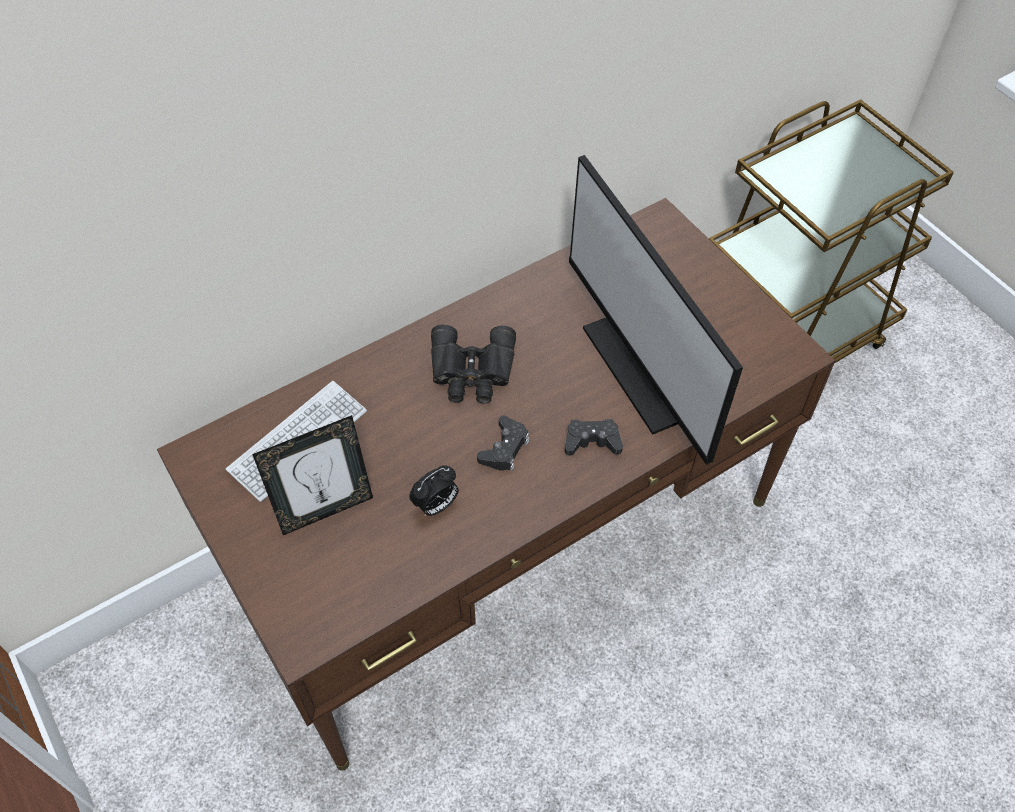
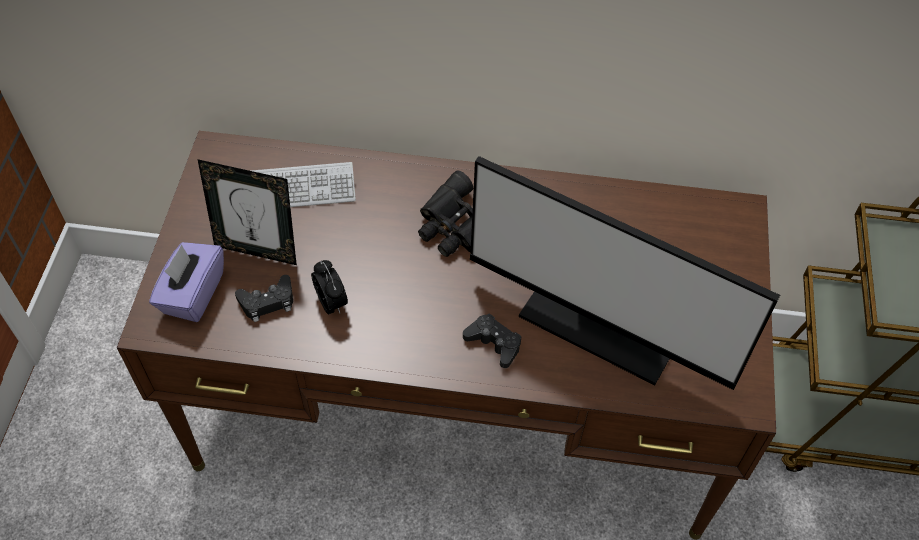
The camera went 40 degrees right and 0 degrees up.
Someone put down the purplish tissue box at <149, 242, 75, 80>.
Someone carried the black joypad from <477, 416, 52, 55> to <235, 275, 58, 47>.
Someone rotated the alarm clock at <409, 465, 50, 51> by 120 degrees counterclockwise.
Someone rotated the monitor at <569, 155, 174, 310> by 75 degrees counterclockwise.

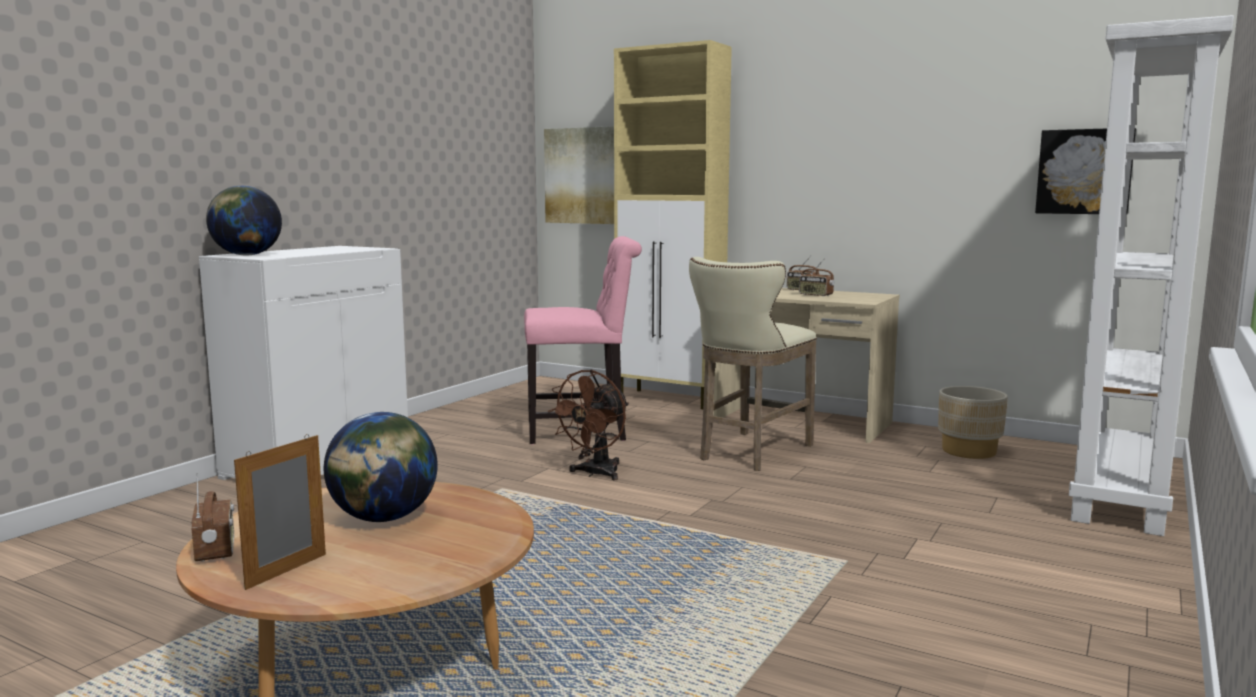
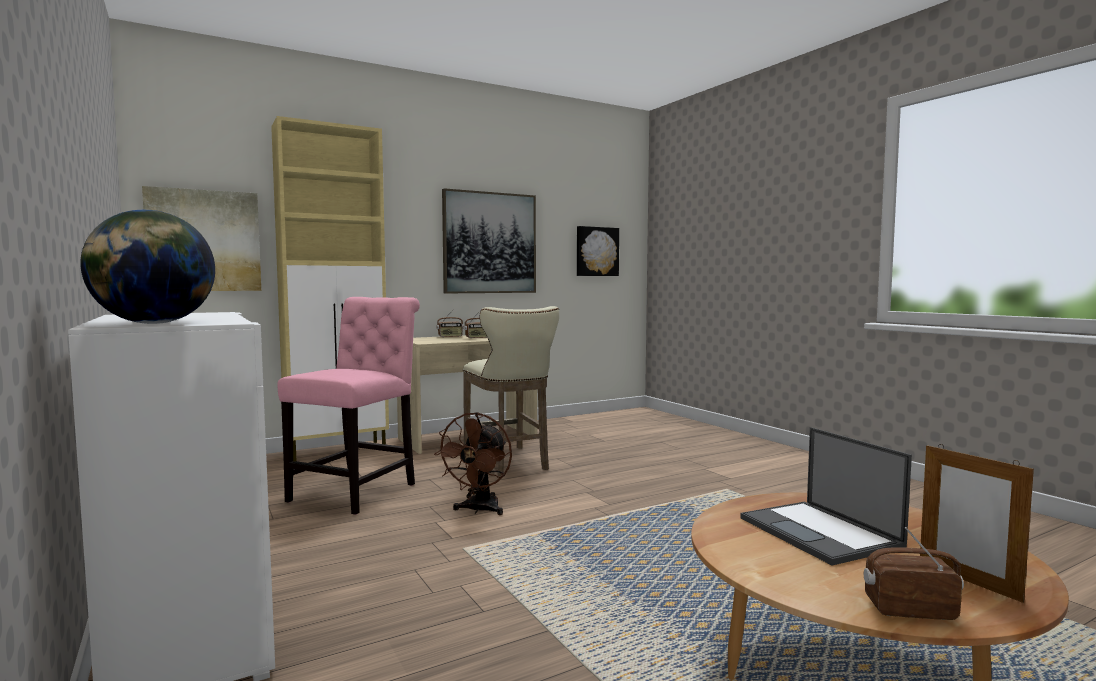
The camera went 60 degrees left and 5 degrees down.
Someone rotated the brown-coloured electric fan at <548, 370, 81, 110> by 45 degrees clockwise.
Someone put up the wall art at <442, 188, 94, 105>.
Someone swapped the world globe at <324, 412, 114, 110> for the portable computer at <740, 427, 172, 139>.
Someone took away the beige-coloured flower pot at <938, 386, 70, 73>.
Someone took away the white bookcase at <1069, 15, 165, 521>.

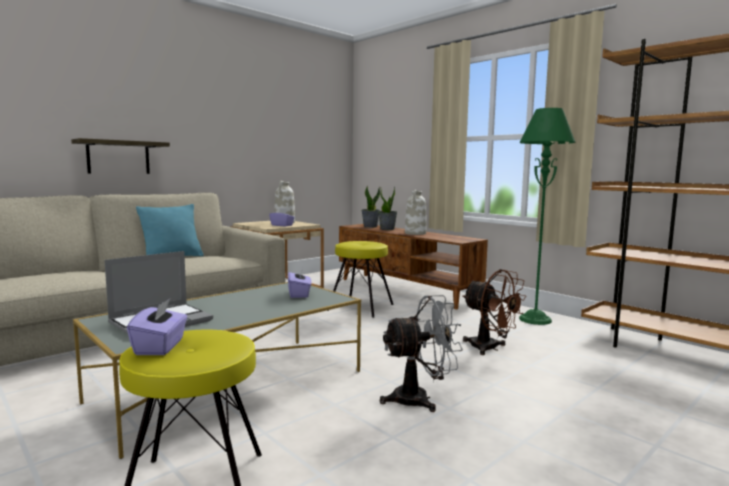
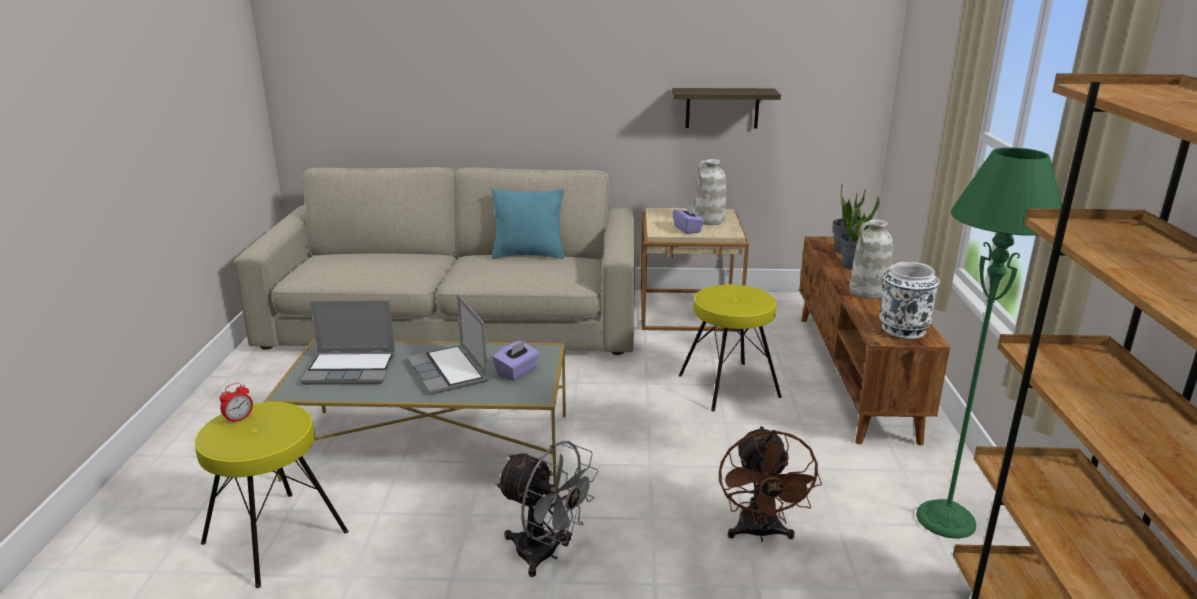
The camera went 45 degrees right and 15 degrees up.
Someone swapped the purplish tissue box at <127, 299, 60, 56> for the alarm clock at <219, 383, 34, 41>.
Someone put down the portable computer at <407, 294, 82, 101>.
Someone carried the shelf from <71, 138, 99, 36> to <672, 88, 109, 40>.
Someone put down the white decorative vase at <879, 262, 61, 77>.

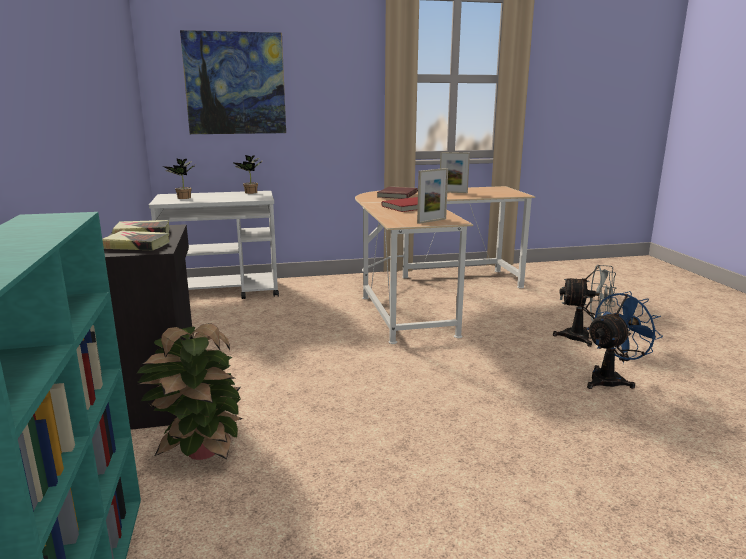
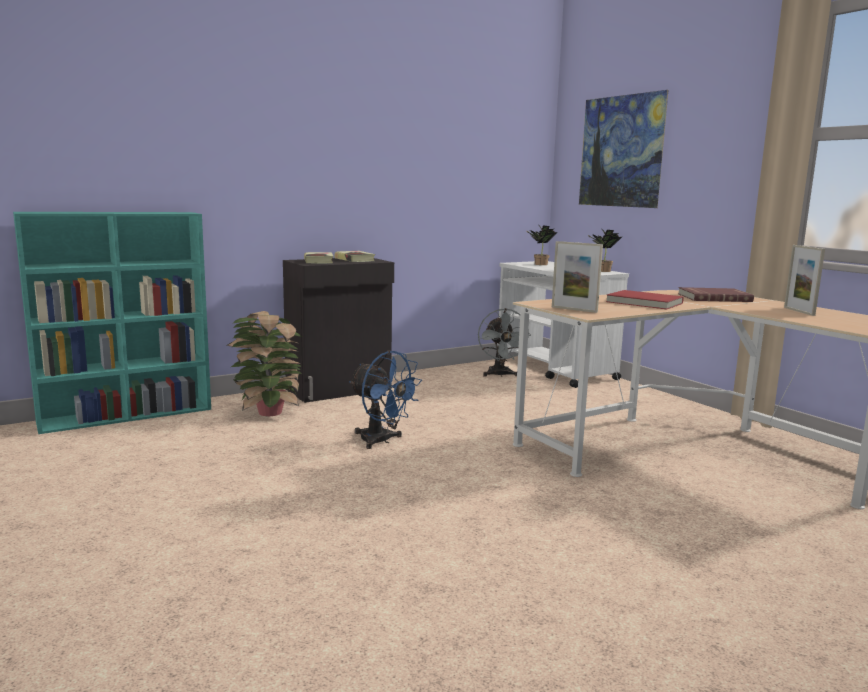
The camera went 70 degrees right and 5 degrees down.
Someone carried the blue-coloured electric fan from <587, 291, 76, 98> to <349, 351, 73, 98>.
Someone carried the grey electric fan from <553, 265, 64, 82> to <478, 308, 53, 69>.

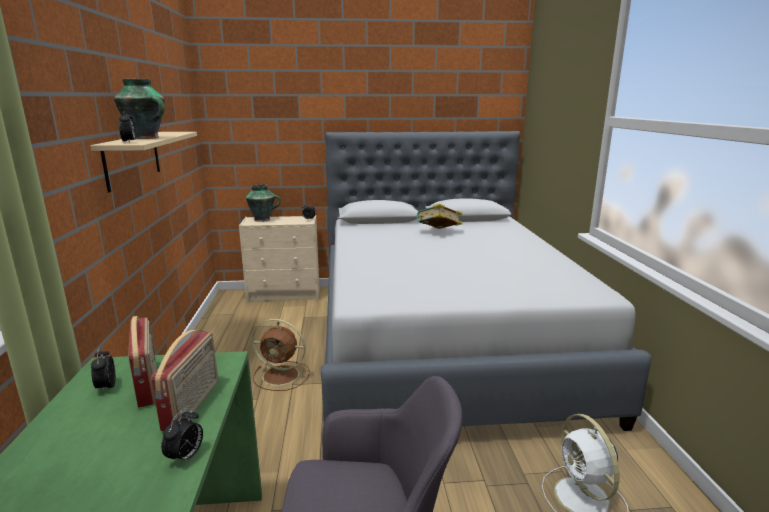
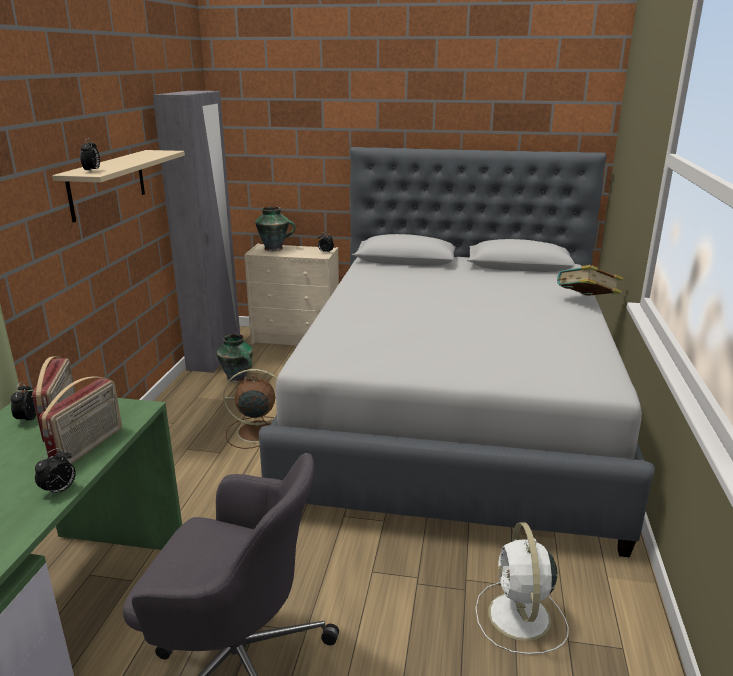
The camera went 15 degrees right and 5 degrees up.
Someone put down the grey wardrobe at <153, 91, 87, 282>.
Someone carried the decorative vase from <114, 79, 51, 60> to <216, 334, 37, 49>.
Someone rotated the brown-coloured electric fan at <252, 319, 58, 72> by 150 degrees clockwise.
Someone carried the volume from <417, 204, 46, 25> to <557, 265, 66, 31>.

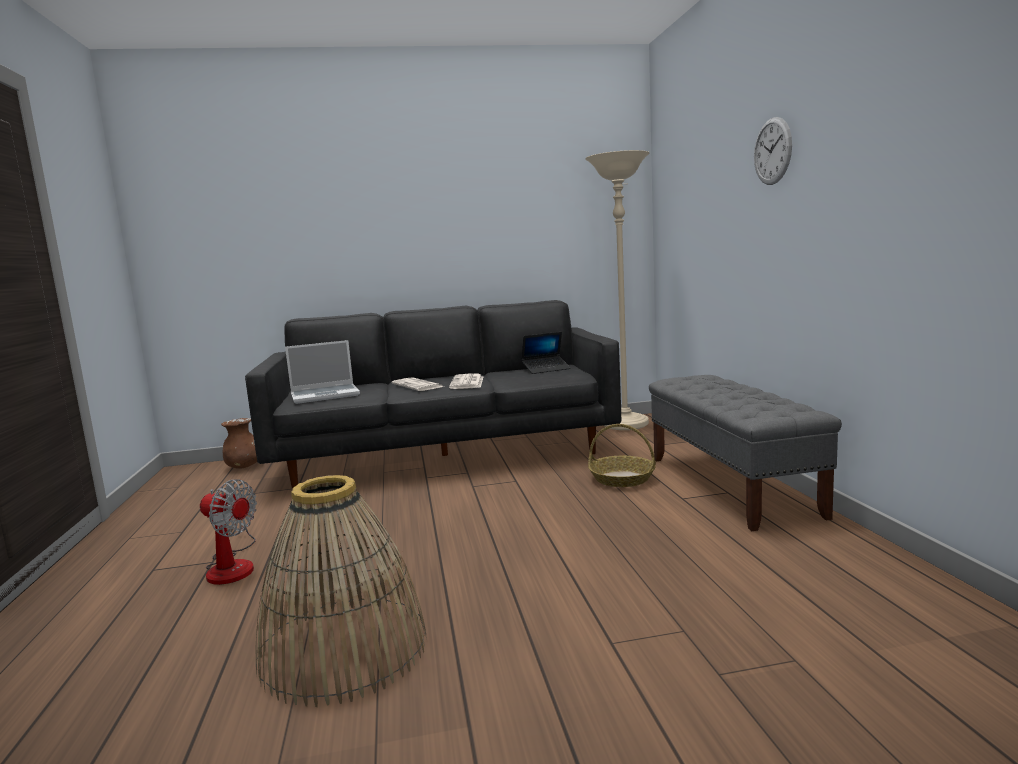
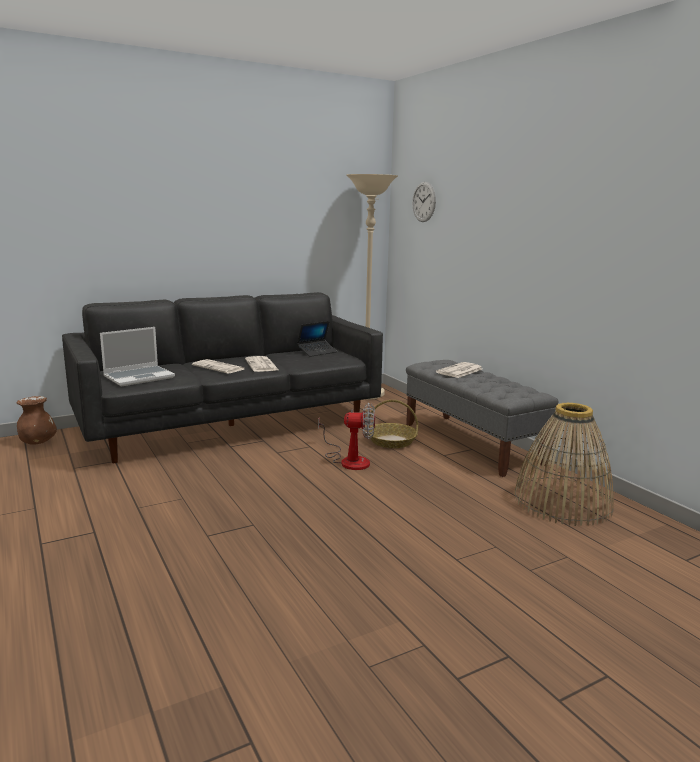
The camera went 20 degrees left and 5 degrees up.
Someone carried the electric fan from <200, 479, 57, 106> to <318, 403, 57, 67>.
Someone carried the wall clock from <754, 117, 38, 68> to <412, 182, 24, 40>.
Someone put down the printed paper at <436, 362, 46, 16>.
Someone carried the basket from <255, 475, 172, 232> to <514, 403, 100, 123>.

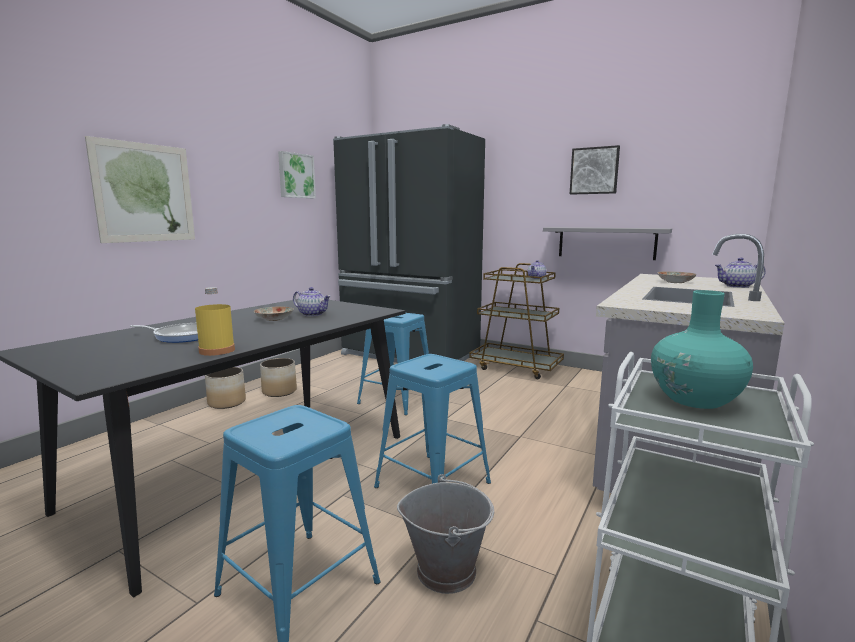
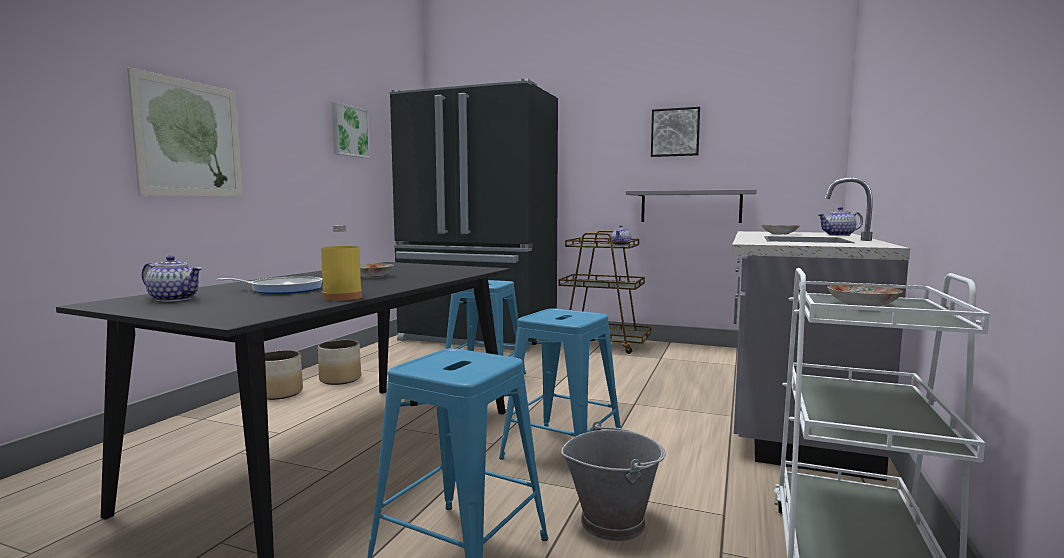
The camera went 10 degrees left and 5 degrees down.
Someone carried the pot for tea from <293, 287, 38, 30> to <142, 255, 60, 47>.
Someone swapped the turquoise-coloured decorative vase at <651, 290, 102, 119> for the dinner plate at <827, 284, 76, 23>.

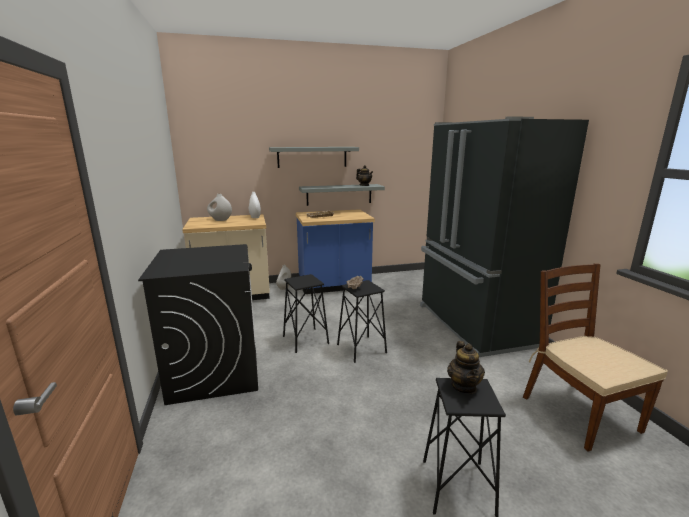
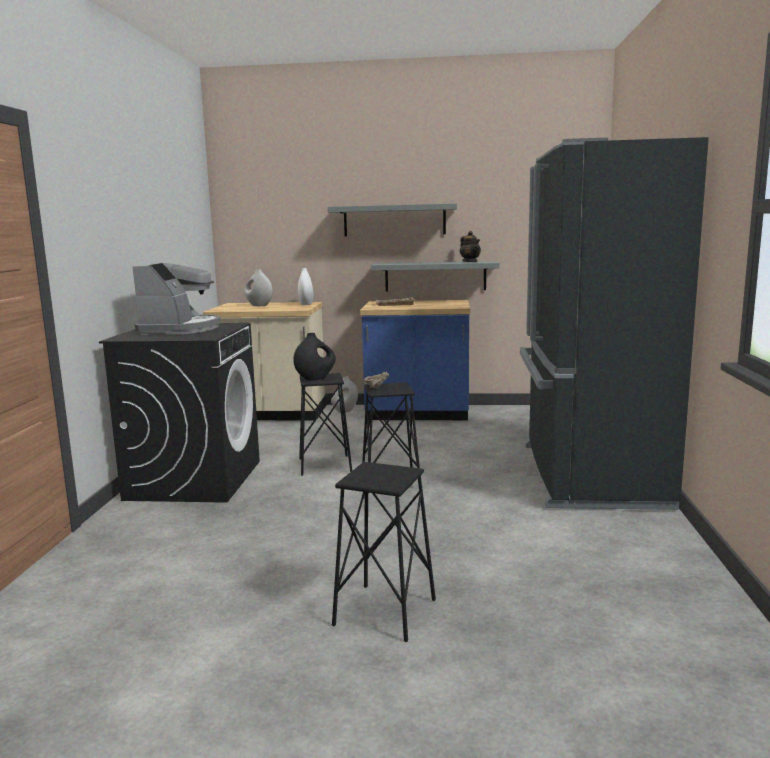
The camera went 20 degrees right and 5 degrees down.
Someone put down the coffee machine at <132, 262, 88, 73>.
Someone put down the black decorative vase at <293, 333, 43, 47>.
Someone took away the pot for tea at <447, 341, 38, 53>.
Someone took away the brown-coloured plain chair at <523, 263, 145, 189>.

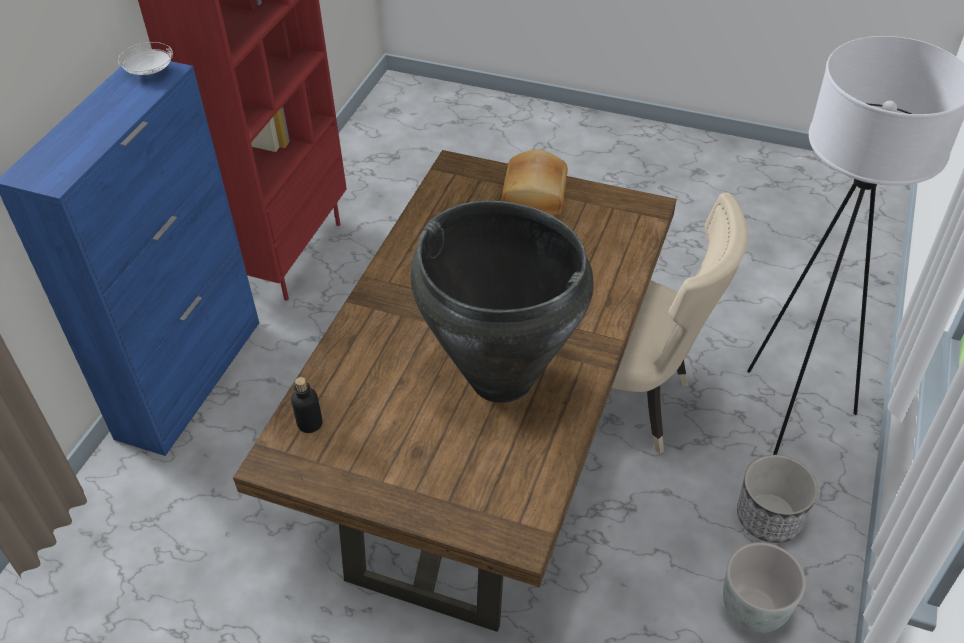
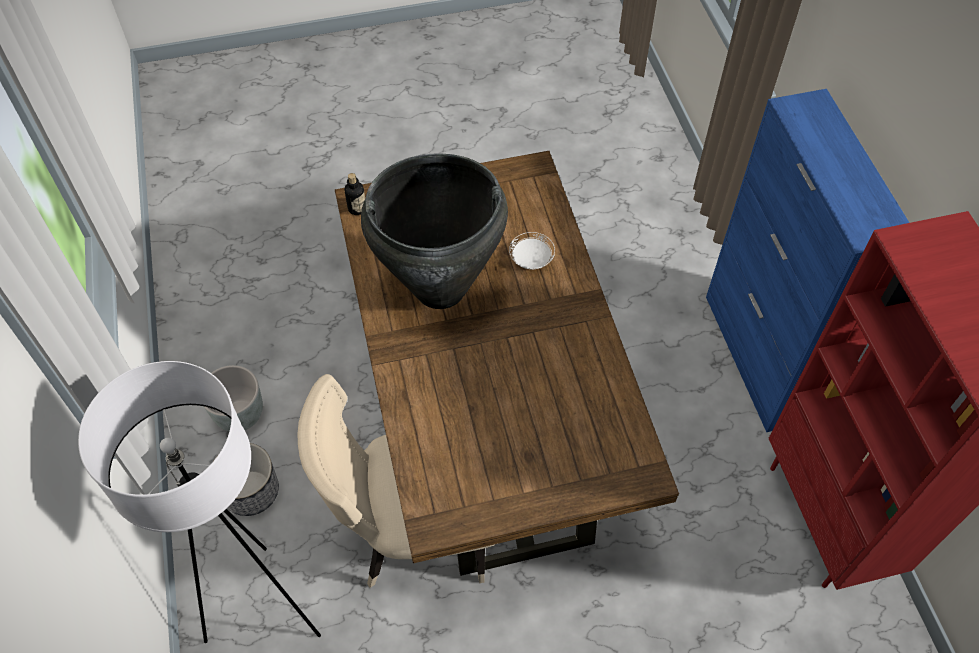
The camera went 145 degrees right and 10 degrees up.
Someone carried the bottle from <291, 377, 32, 56> to <345, 173, 20, 42>.
Someone carried the white dinner plate from <118, 42, 55, 33> to <509, 232, 46, 37>.
Someone took away the bread at <502, 149, 66, 67>.

